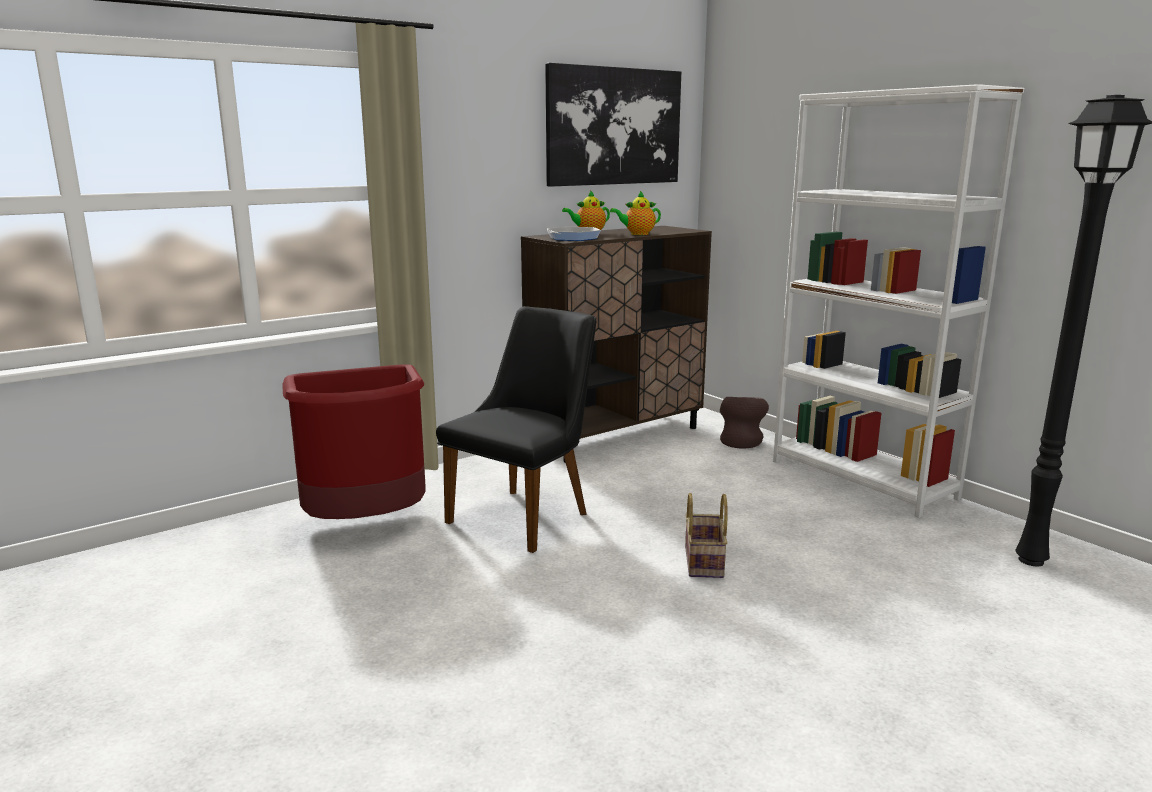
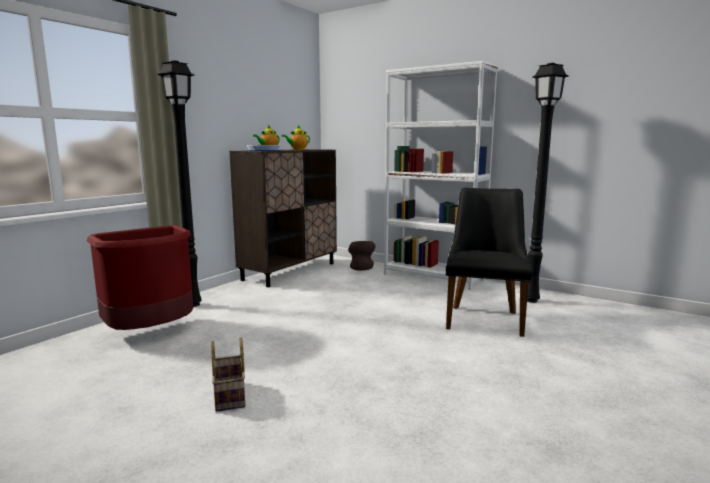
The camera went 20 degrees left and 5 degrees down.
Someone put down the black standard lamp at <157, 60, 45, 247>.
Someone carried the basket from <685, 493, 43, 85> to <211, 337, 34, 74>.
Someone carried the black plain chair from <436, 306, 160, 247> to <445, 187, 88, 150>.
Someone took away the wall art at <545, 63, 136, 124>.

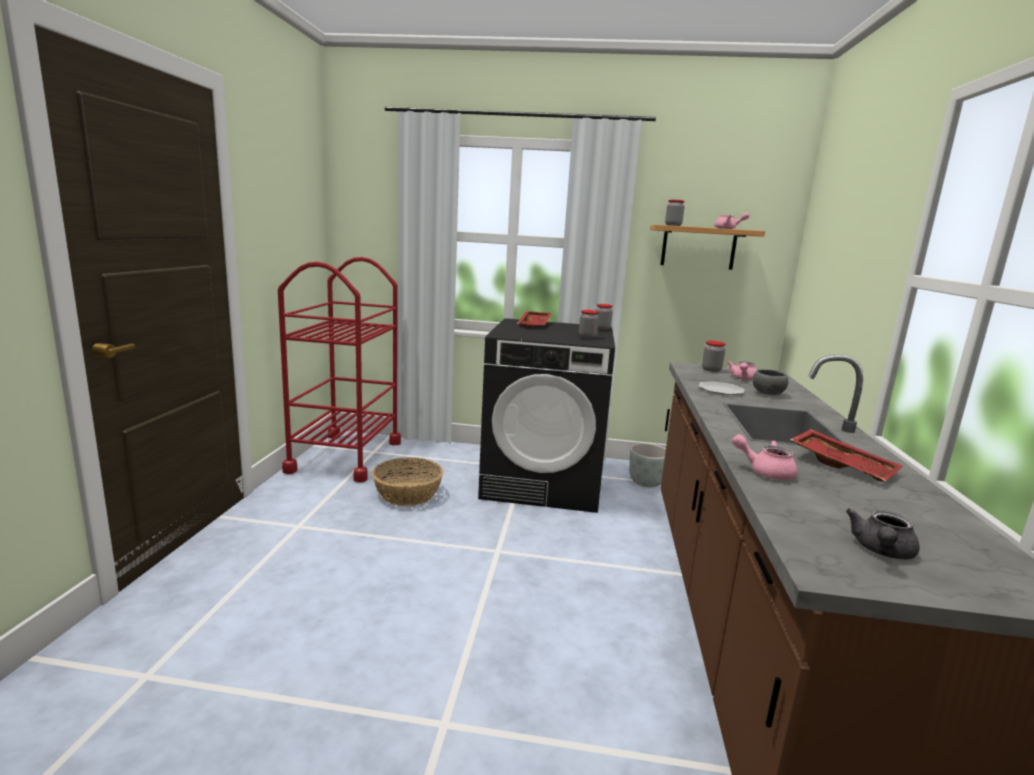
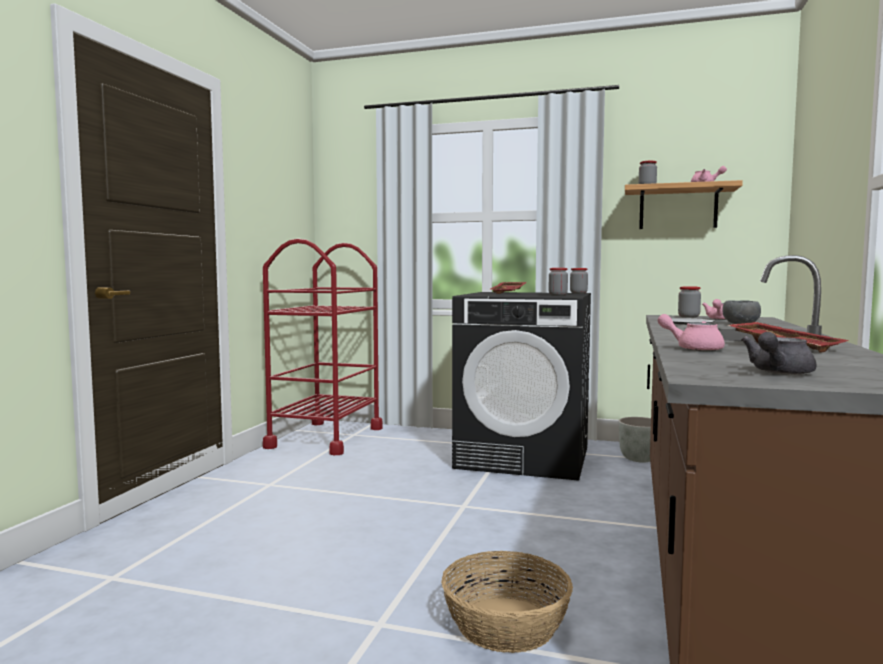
The camera went 10 degrees right and 10 degrees down.
Someone carried the basket from <372, 457, 71, 49> to <441, 551, 132, 102>.

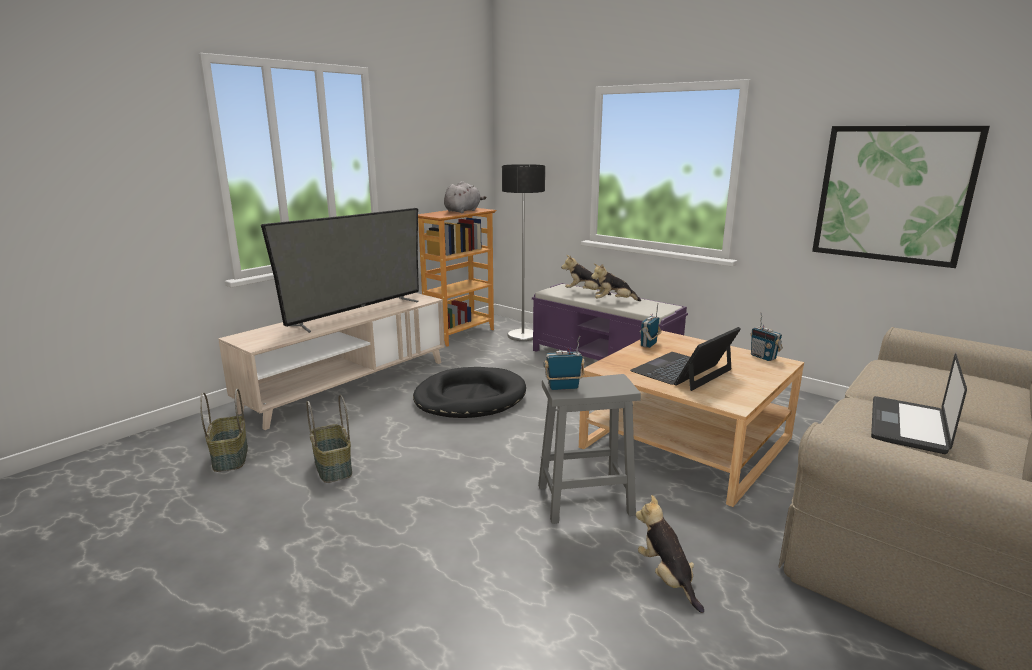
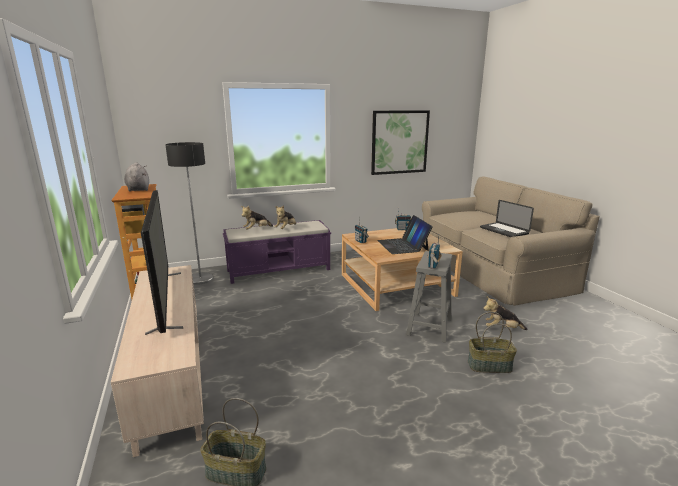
The camera went 60 degrees left and 0 degrees up.
Someone carried the basket from <306, 395, 46, 88> to <468, 312, 49, 61>.
Someone took away the black dog bed at <413, 367, 113, 51>.

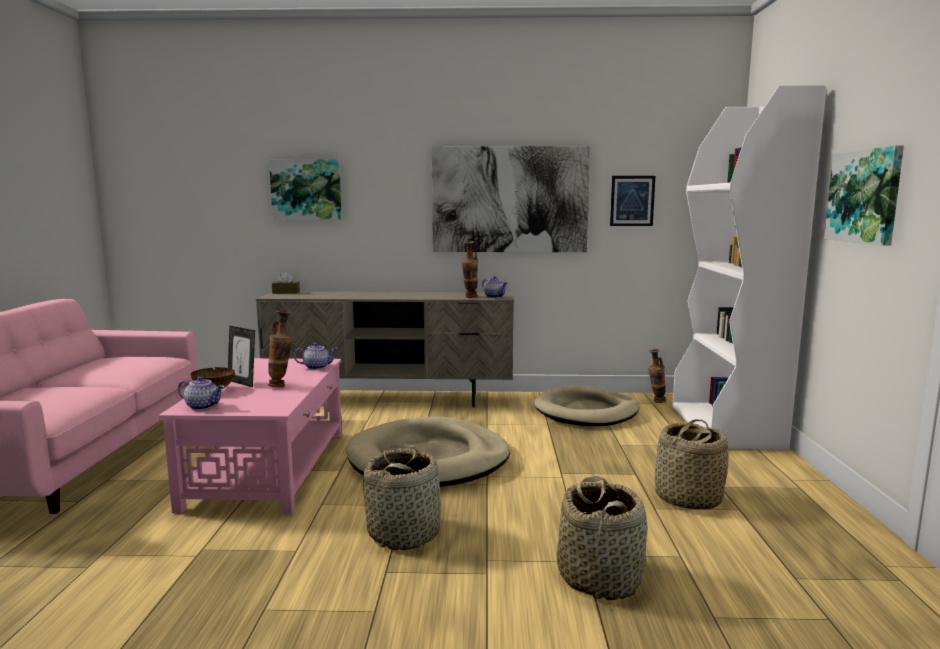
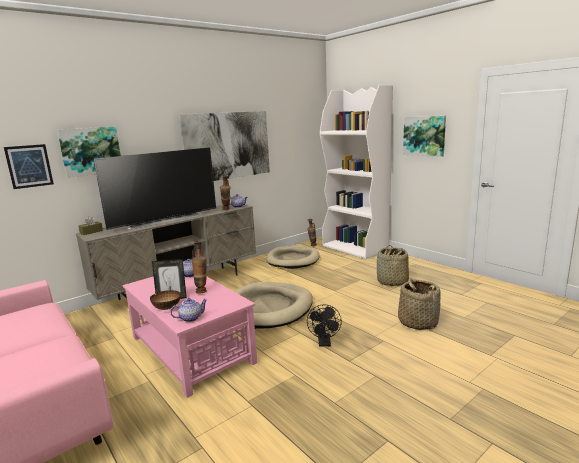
The camera went 40 degrees left and 5 degrees up.
Someone carried the wall art from <610, 176, 46, 50> to <4, 144, 50, 45>.
Someone put down the television at <94, 147, 122, 83>.
Someone swapped the basket at <363, 443, 78, 107> for the black electric fan at <307, 304, 35, 42>.

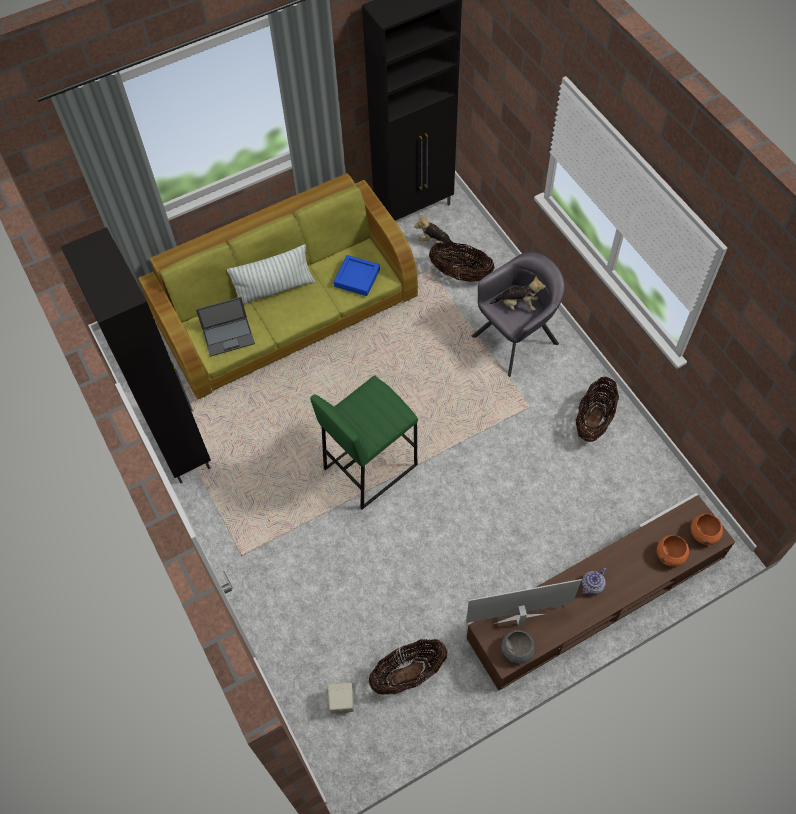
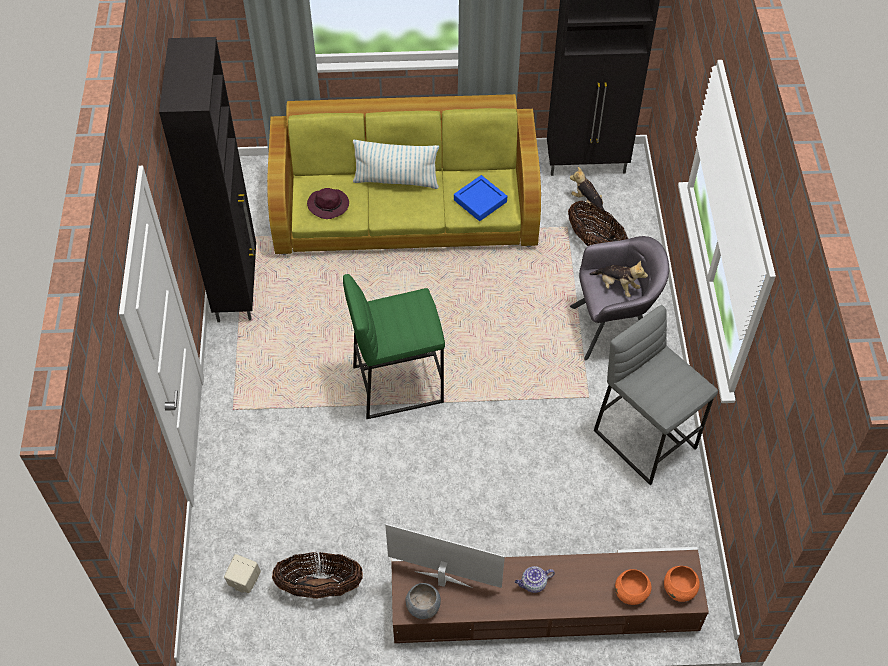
The camera went 25 degrees right and 5 degrees down.
Someone swapped the portable computer at <196, 297, 59, 60> for the purplish wearable hat at <307, 188, 42, 31>.
Someone swapped the basket at <576, 377, 43, 65> for the grey stool at <594, 305, 124, 180>.

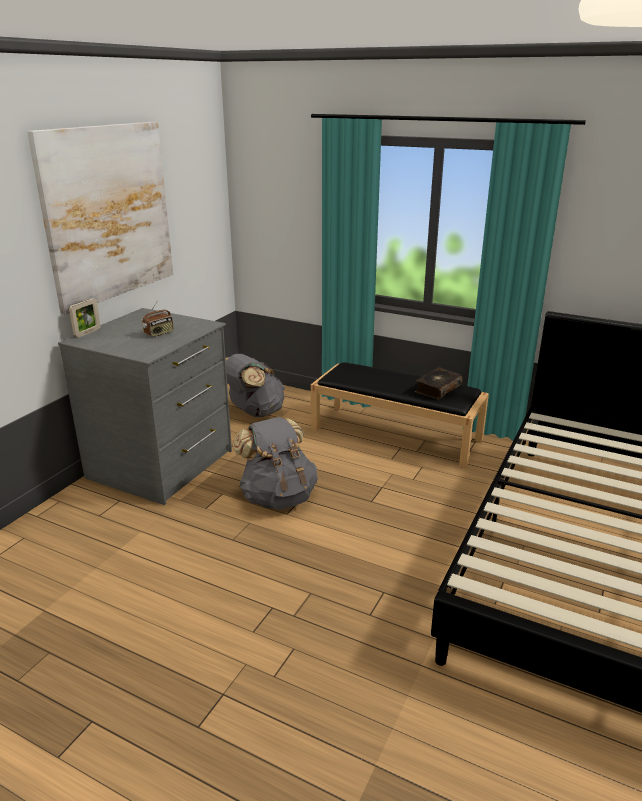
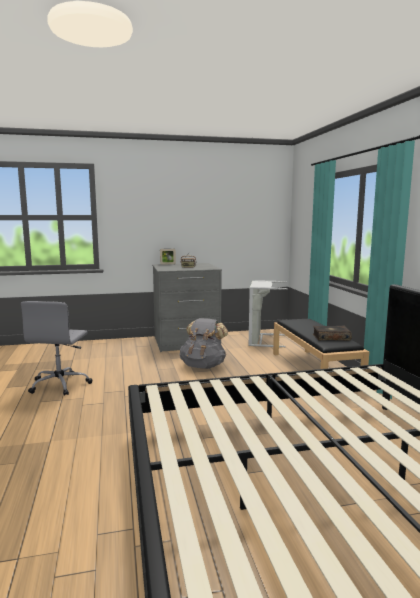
The camera went 50 degrees right and 15 degrees down.
Someone put down the grey computer chair at <21, 301, 71, 95>.
Someone swapped the grey rucksack at <226, 354, 59, 63> for the grey hamper at <249, 280, 39, 67>.
Someone took away the wall art at <27, 122, 146, 193>.

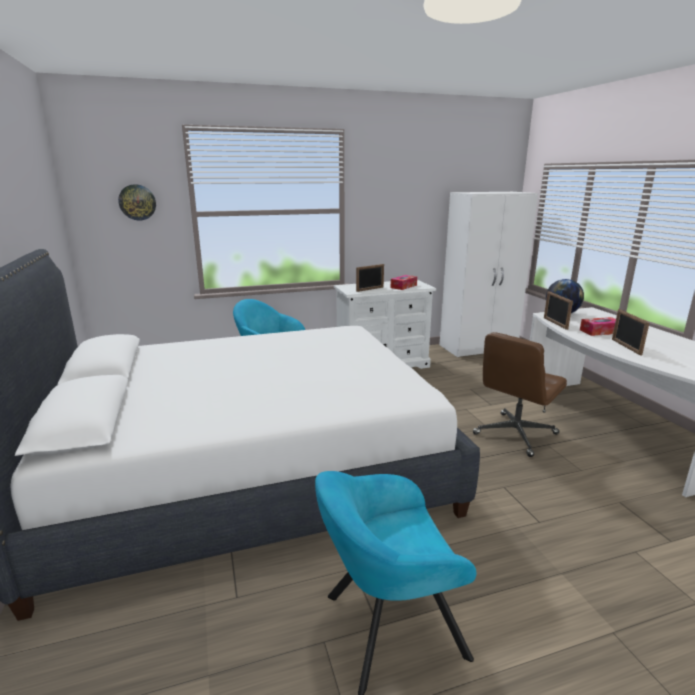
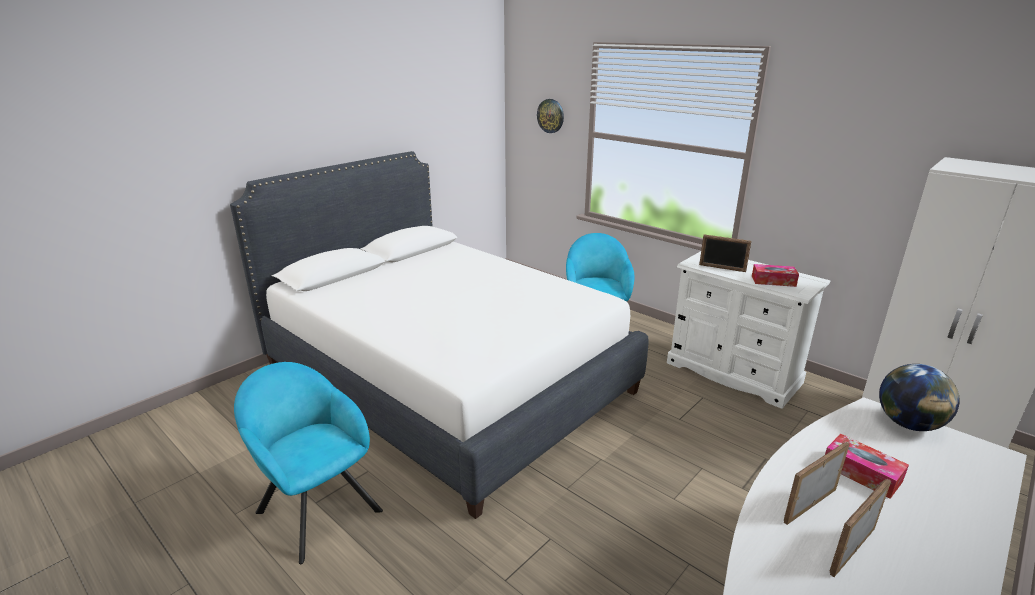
The camera went 60 degrees right and 5 degrees up.
Someone carried the picture frame from <544, 291, 29, 39> to <830, 479, 61, 98>.
Someone took away the brown-coloured computer chair at <473, 332, 94, 125>.

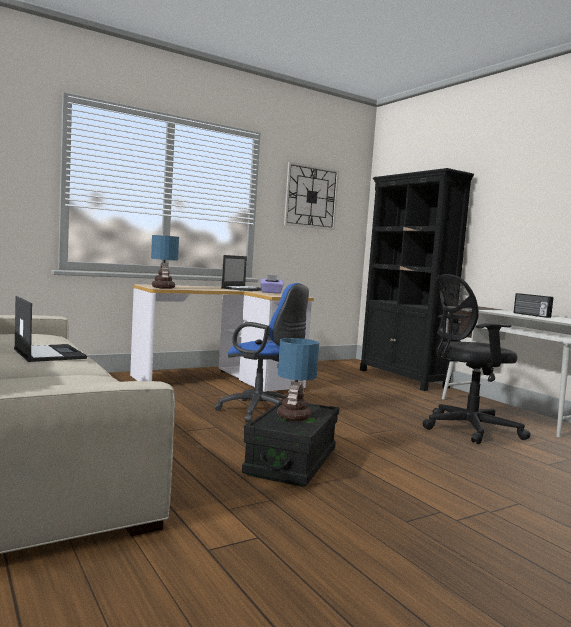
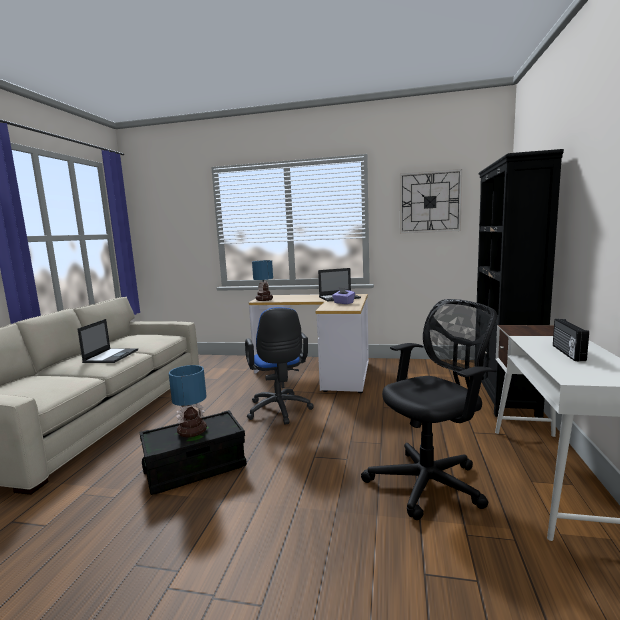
The camera went 45 degrees right and 5 degrees up.
Someone rotated the black computer chair at <423, 274, 107, 170> by 120 degrees clockwise.

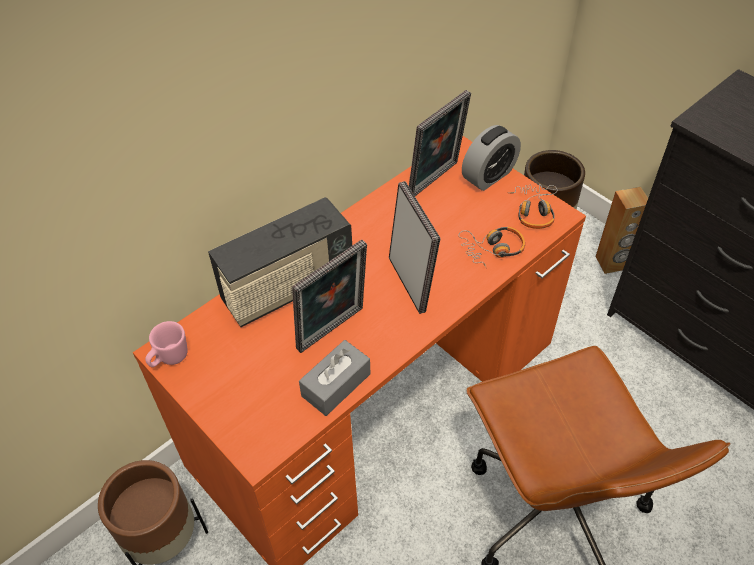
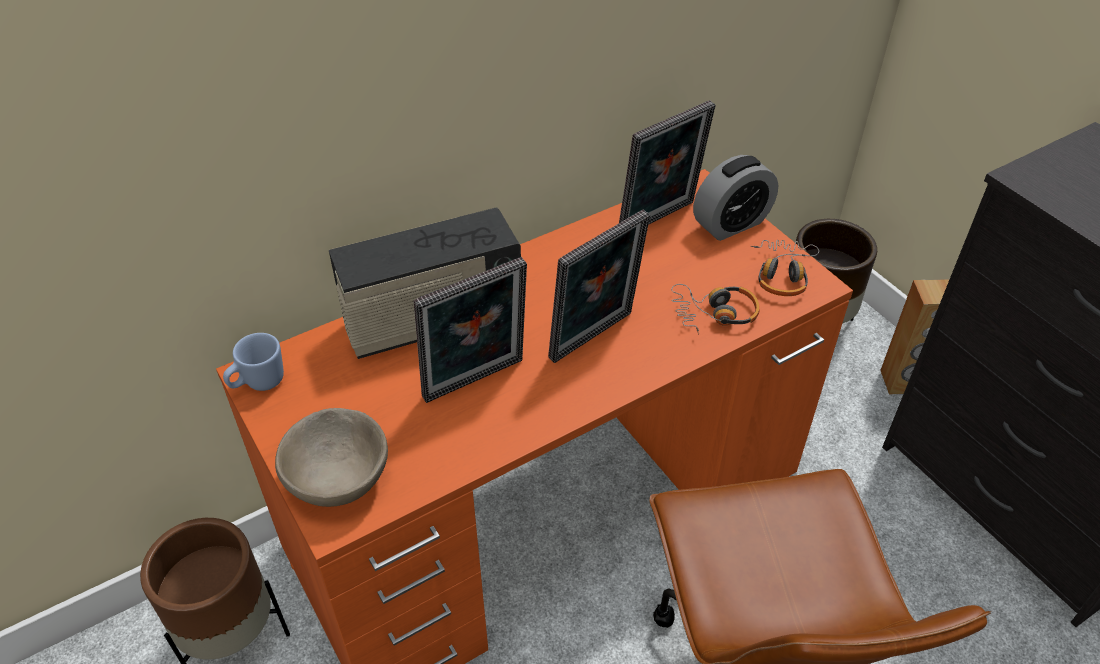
The camera went 10 degrees right and 5 degrees down.
Someone repainted the pink-coloured mug at <145, 321, 43, 46>, which became the blue-coloured mug at <223, 333, 61, 58>.
Someone put down the beige-coloured deep dish at <275, 408, 113, 99>.
Someone rotated the picture frame at <389, 181, 52, 133> by 60 degrees clockwise.
Someone took away the grey tissue box at <299, 340, 72, 76>.

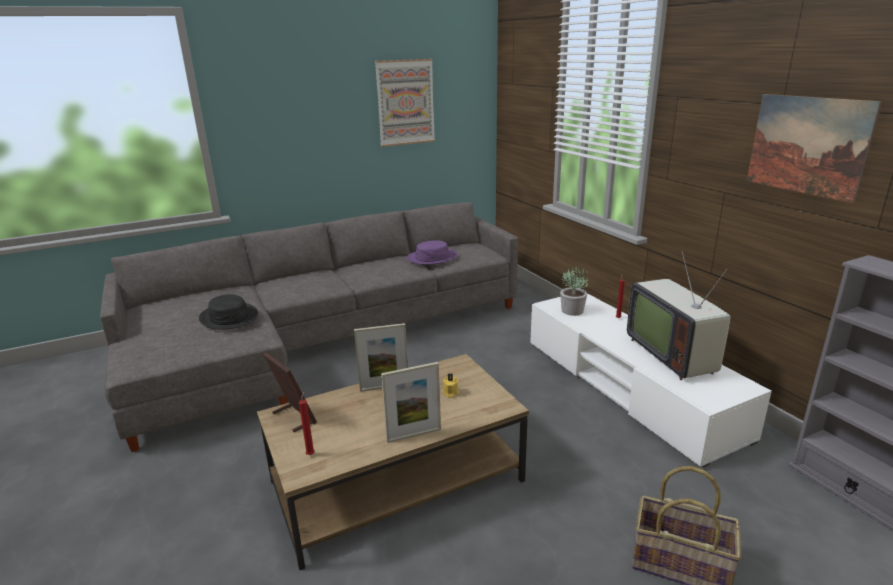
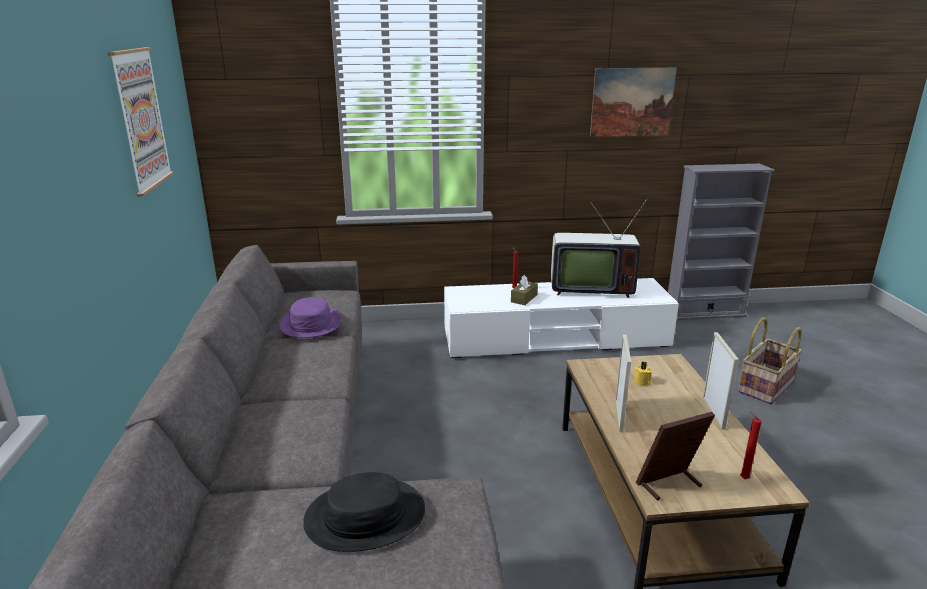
The camera went 70 degrees left and 0 degrees up.
Someone put down the brown-coloured tissue box at <511, 275, 27, 30>.
Someone took away the houseplant at <560, 267, 28, 49>.

